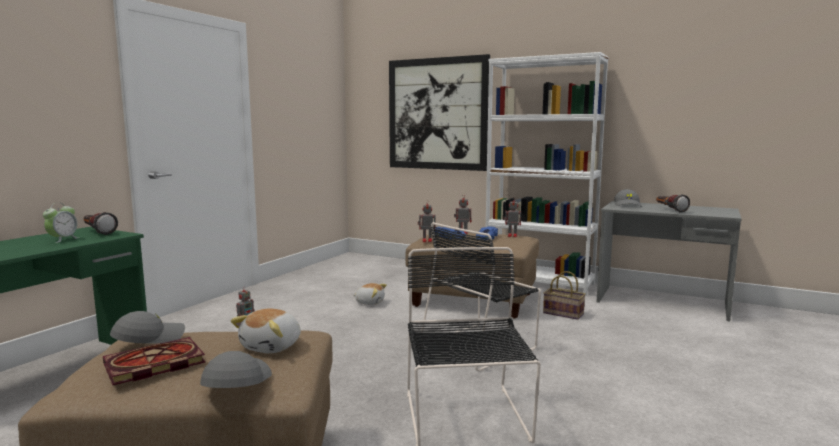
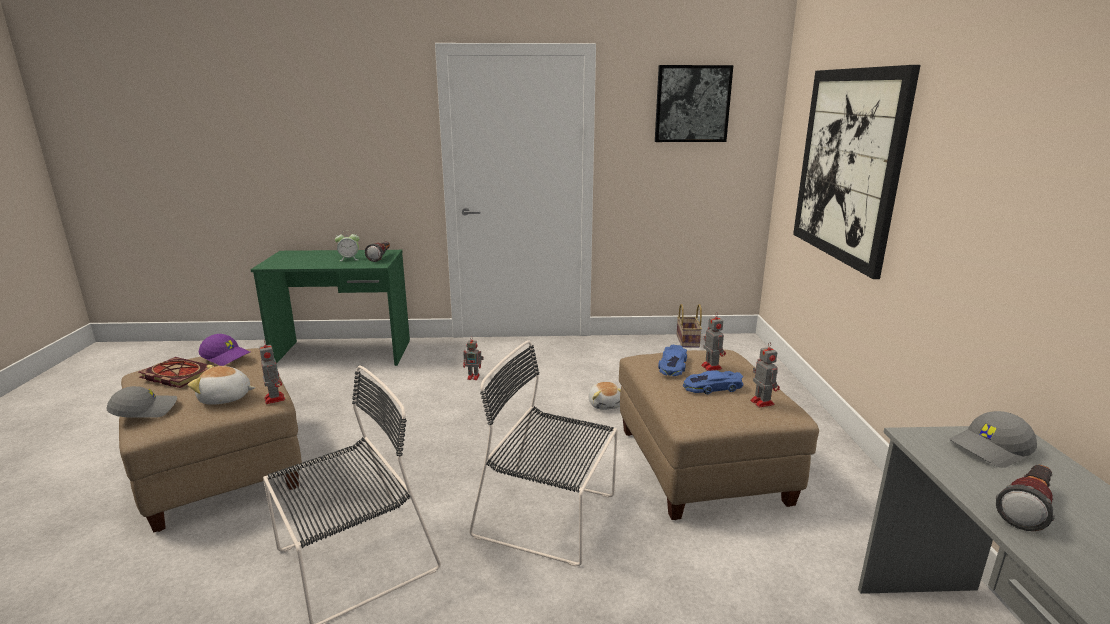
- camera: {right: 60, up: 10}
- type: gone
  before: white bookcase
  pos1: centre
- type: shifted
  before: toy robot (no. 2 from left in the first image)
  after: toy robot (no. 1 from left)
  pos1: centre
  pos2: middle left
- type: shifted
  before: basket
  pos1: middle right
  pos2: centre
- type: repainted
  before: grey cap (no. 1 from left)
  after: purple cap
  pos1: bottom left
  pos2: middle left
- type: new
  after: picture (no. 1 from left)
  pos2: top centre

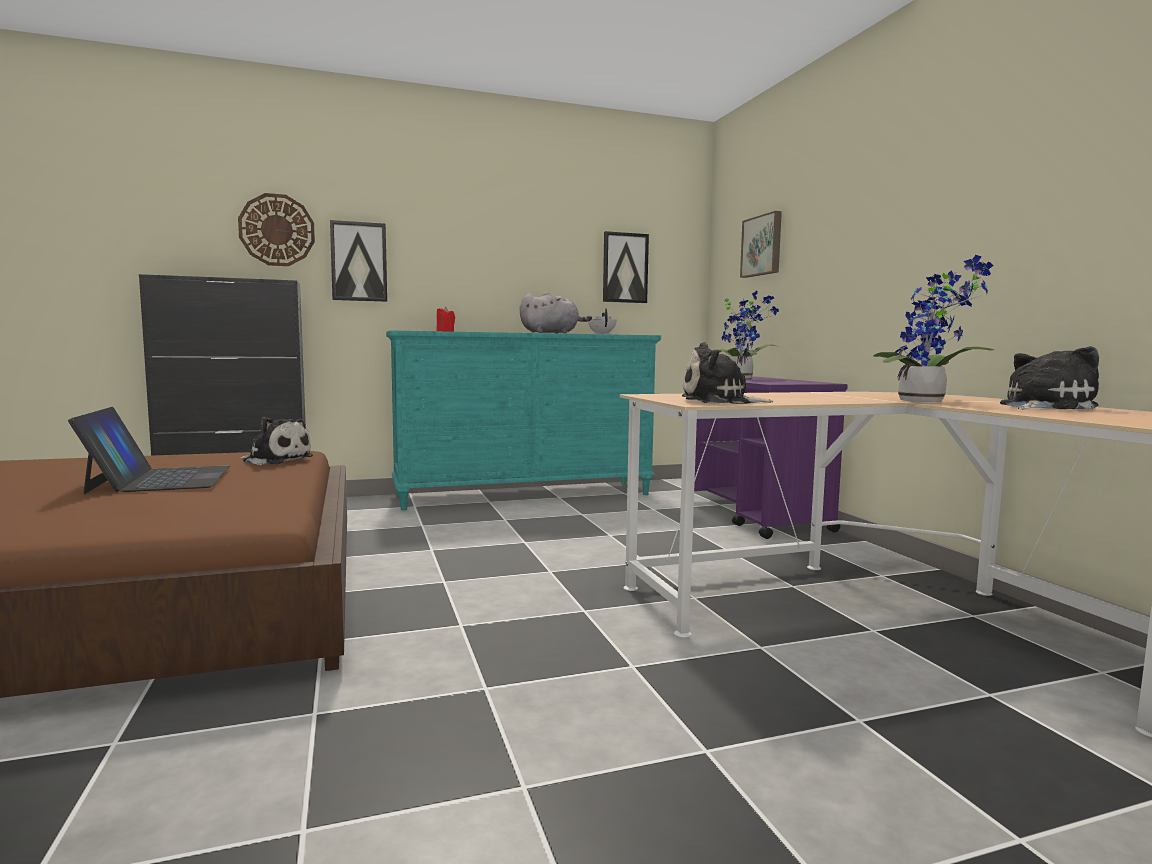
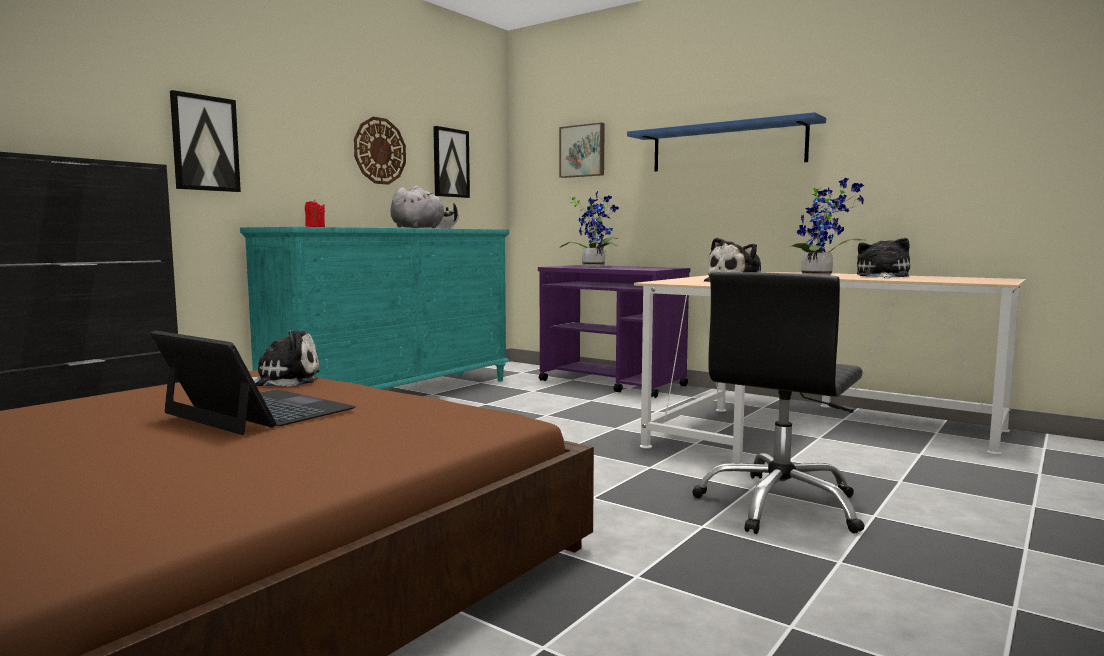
- camera: {right: -35, up: 0}
- type: shifted
  before: wall clock
  pos1: top left
  pos2: top centre
- type: new
  after: blue shelf
  pos2: top centre
- type: new
  after: black office chair
  pos2: middle right

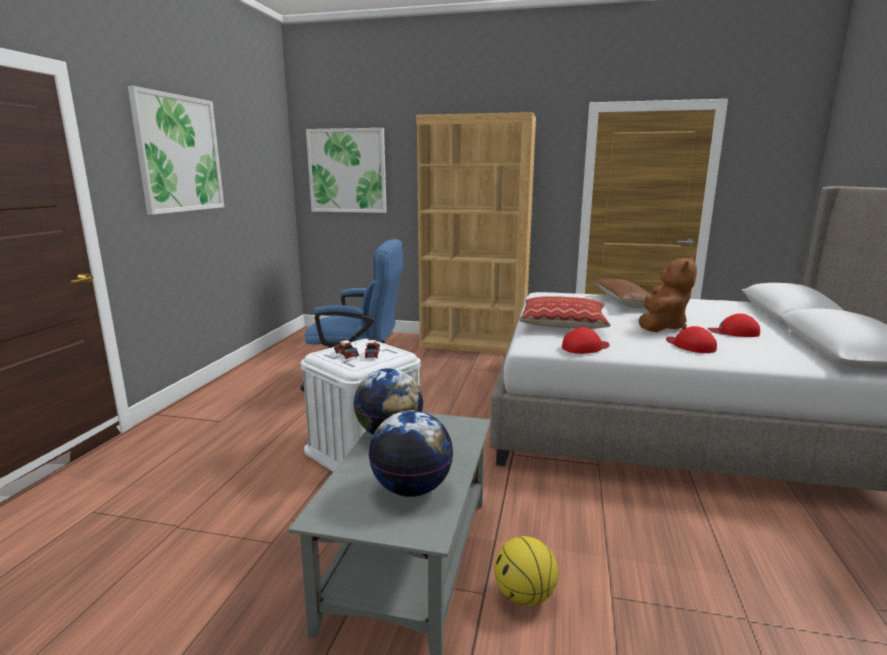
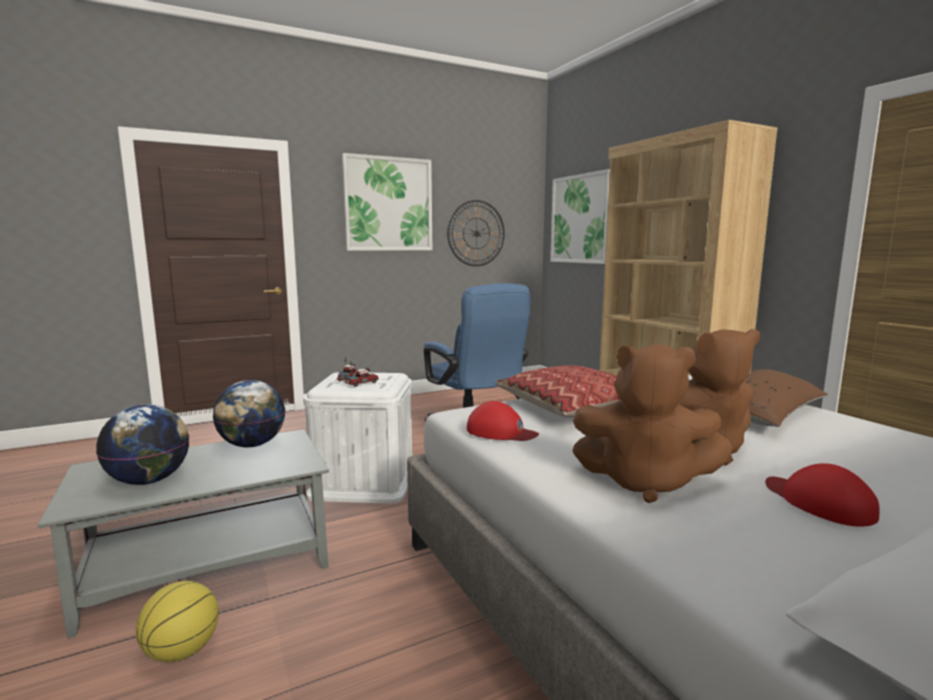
- camera: {right: 50, up: -5}
- type: swapped
  before: red cap (no. 2 from left)
  after: brown plush toy (no. 1 from left)
  pos1: middle right
  pos2: middle right
- type: new
  after: wall clock
  pos2: top centre

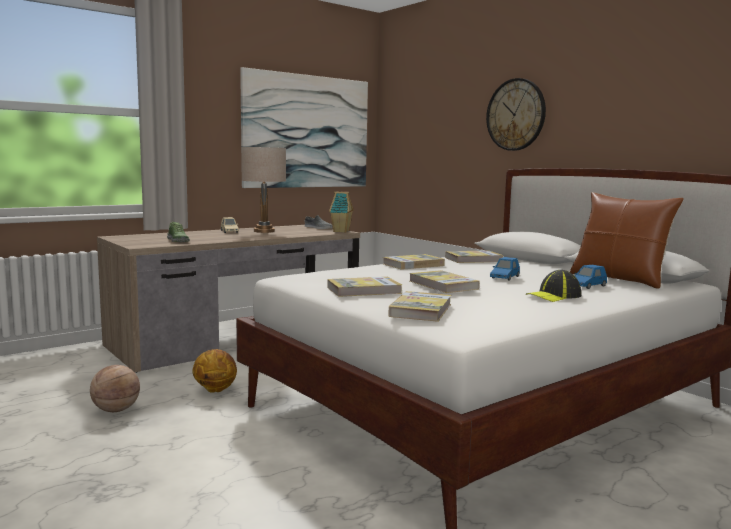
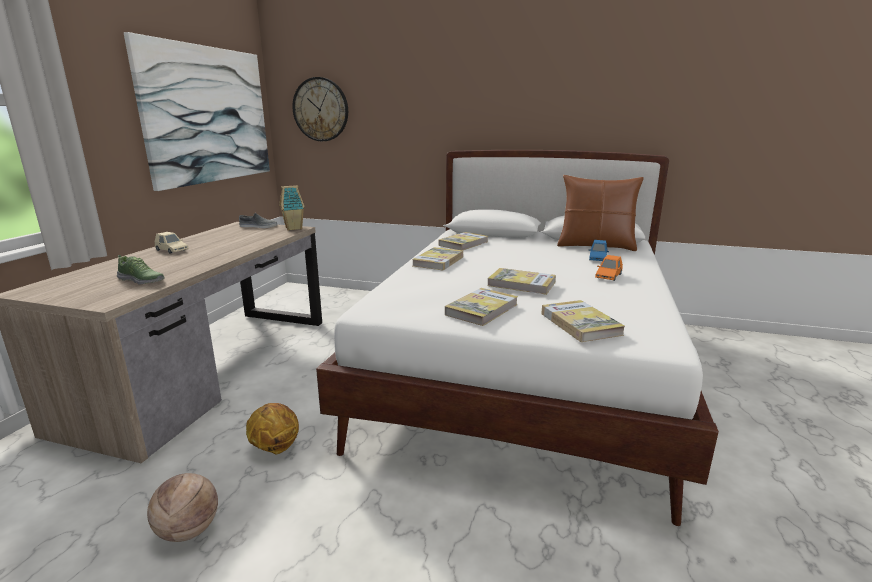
- camera: {right: -35, up: 10}
- type: shifted
  before: wall clock
  pos1: top right
  pos2: top centre
- type: gone
  before: beige table lamp
  pos1: centre
- type: gone
  before: blue toy car (no. 1 from left)
  pos1: middle right
- type: swapped
  before: cap
  after: orange toy car
  pos1: middle right
  pos2: middle right

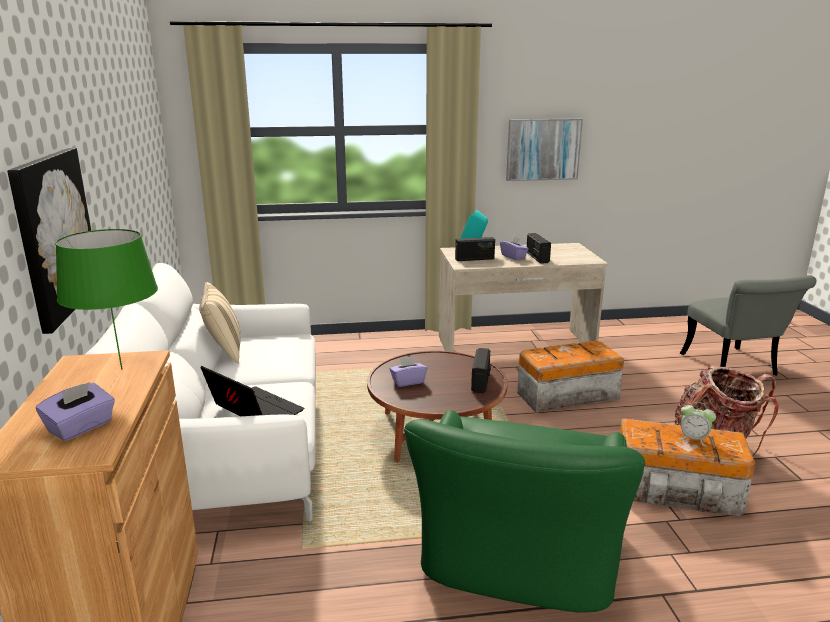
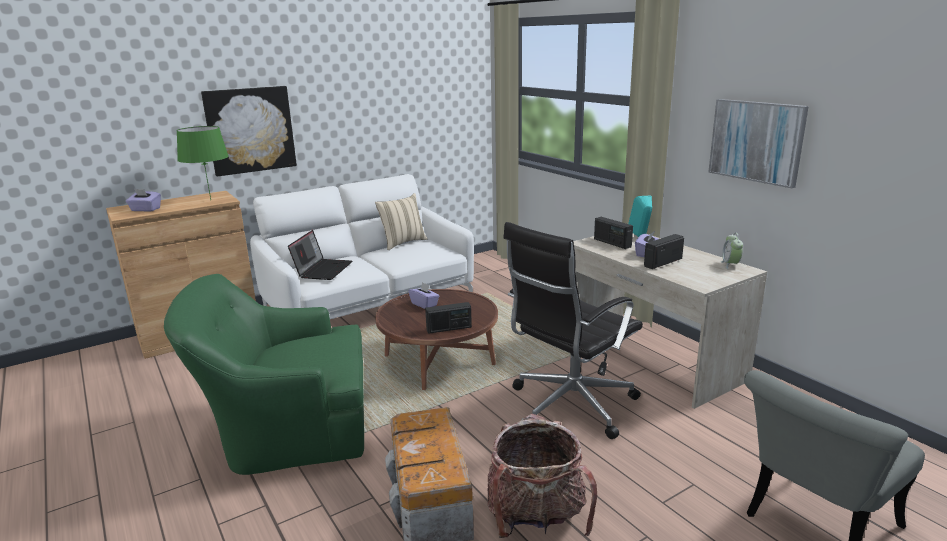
- camera: {right: 65, up: 0}
- type: swapped
  before: storage box (no. 1 from left)
  after: black office chair
  pos1: middle right
  pos2: centre
- type: shifted
  before: alarm clock
  pos1: bottom right
  pos2: middle right

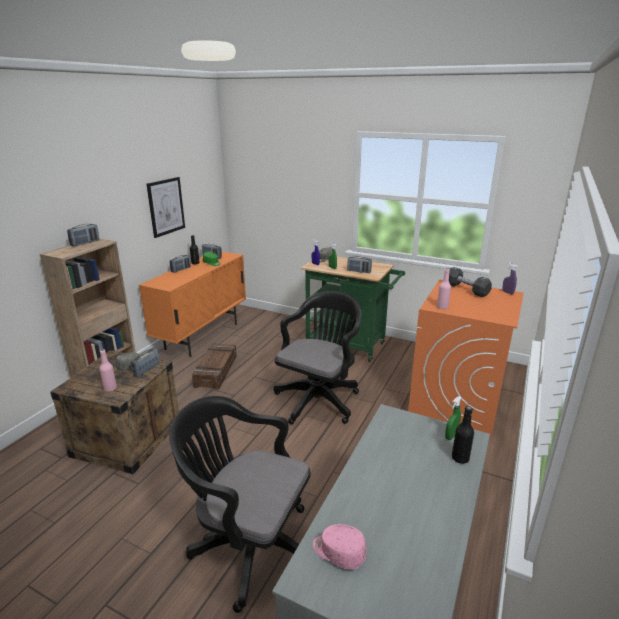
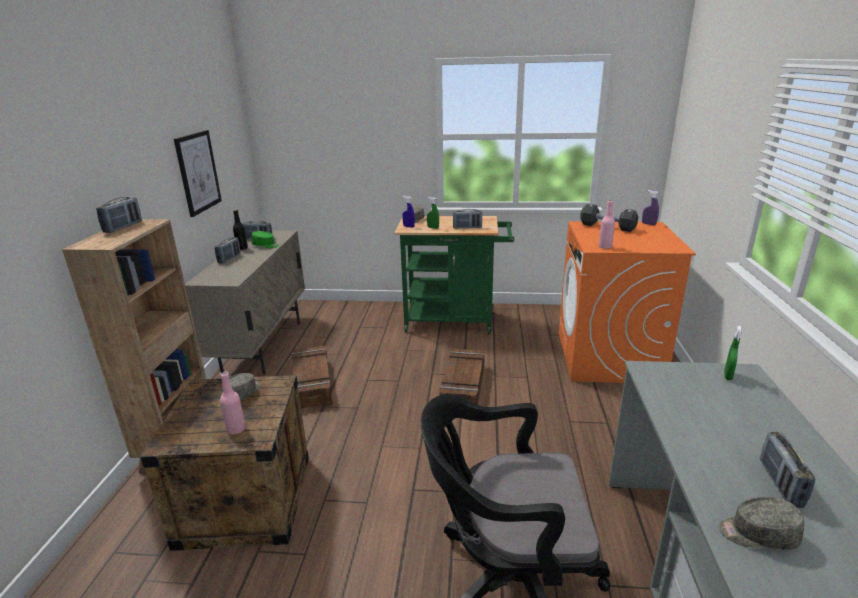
- camera: {right: -20, up: 0}
- type: repainted
  before: orange cabinet
  after: beige cabinet
  pos1: middle left
  pos2: middle left
- type: swapped
  before: black office chair (no. 2 from left)
  after: crate (no. 3 from left)
  pos1: centre
  pos2: centre
- type: shifted
  before: radio (no. 2 from left in the first image)
  after: radio (no. 5 from left)
  pos1: middle left
  pos2: bottom right
- type: gone
  before: black bottle (no. 2 from left)
  pos1: bottom right
- type: repainted
  before: pink cap
  after: grey cap (no. 3 from left)
  pos1: bottom centre
  pos2: bottom right

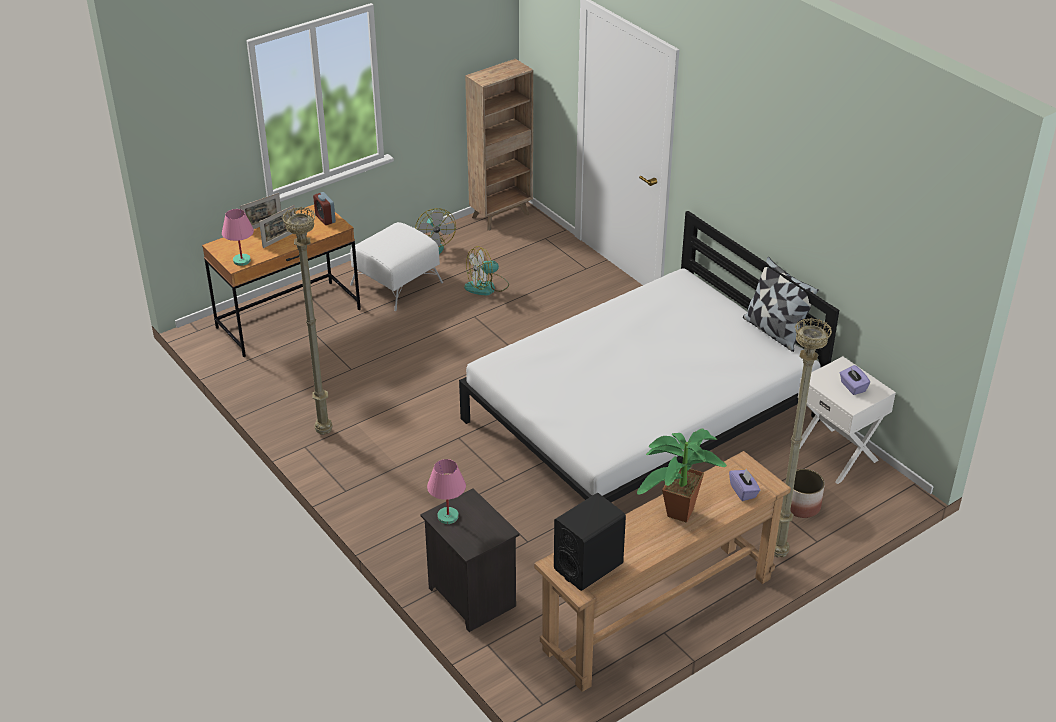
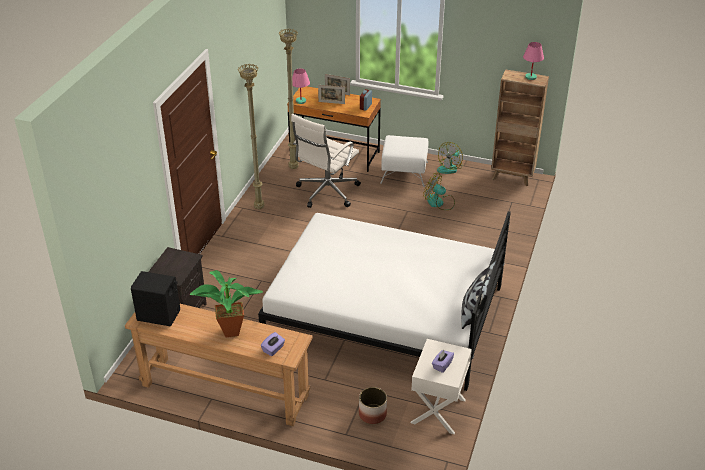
- camera: {right: 55, up: 0}
- type: shifted
  before: beige floor lamp (no. 2 from left)
  pos1: middle right
  pos2: top centre
- type: shifted
  before: pink table lamp (no. 2 from left)
  pos1: bottom centre
  pos2: top right
- type: new
  after: white office chair
  pos2: centre

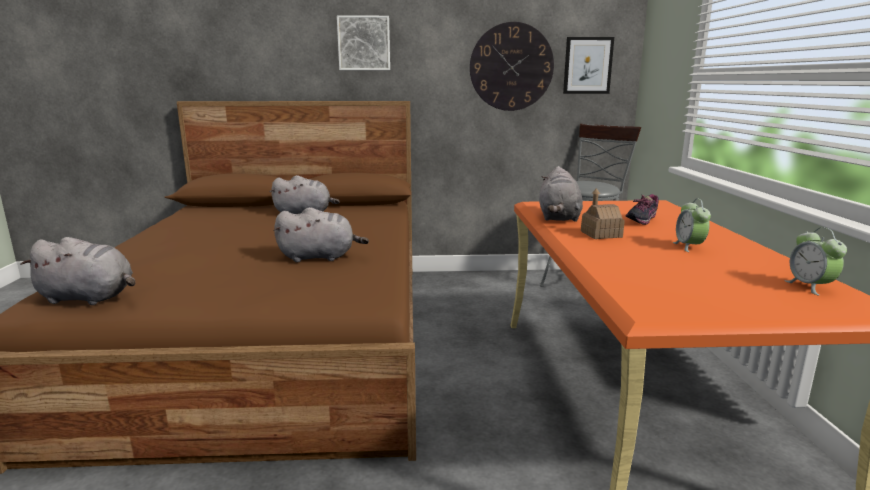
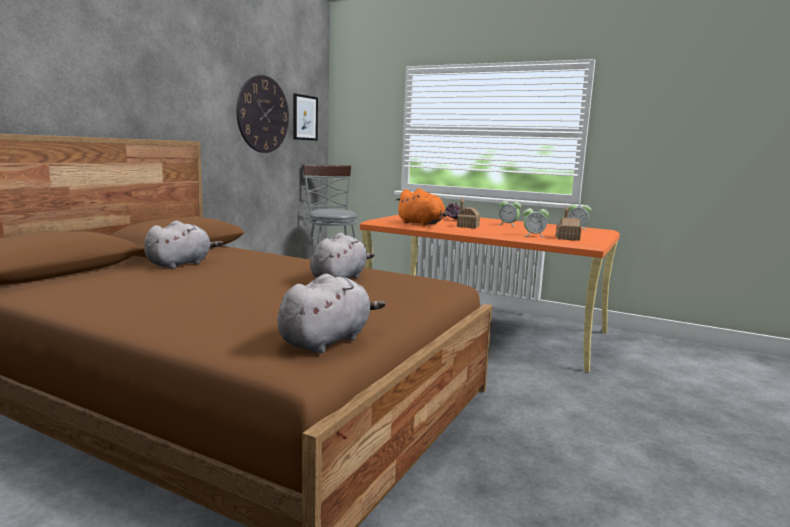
- camera: {right: -60, up: -5}
- type: gone
  before: picture (no. 1 from left)
  pos1: top centre
- type: repainted
  before: grey plush toy (no. 4 from left)
  after: orange plush toy
  pos1: centre
  pos2: centre
- type: new
  after: alarm clock (no. 2 from left)
  pos2: middle right
- type: new
  after: toy house (no. 2 from left)
  pos2: middle right

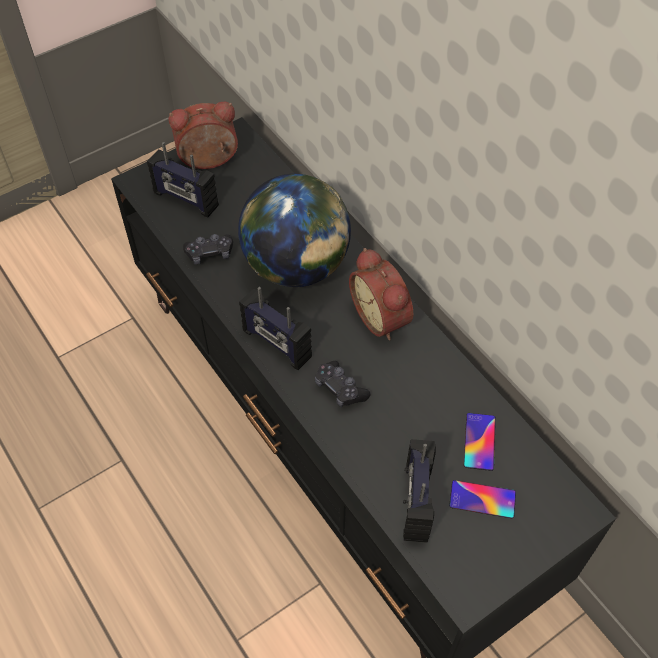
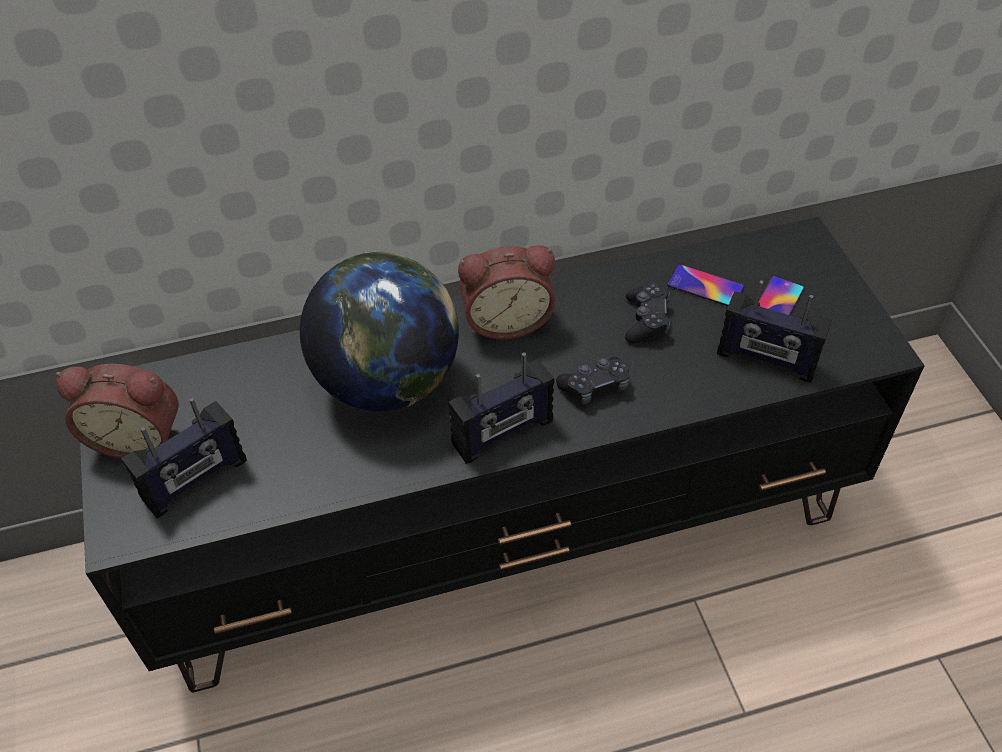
- camera: {right: -70, up: -5}
- type: rotated
  before: alarm clock (no. 1 from left)
  pos1: top left
  pos2: middle left
  turn: -90
- type: shifted
  before: black game controller (no. 1 from left in the first image)
  after: black game controller (no. 2 from left)
  pos1: middle left
  pos2: centre

